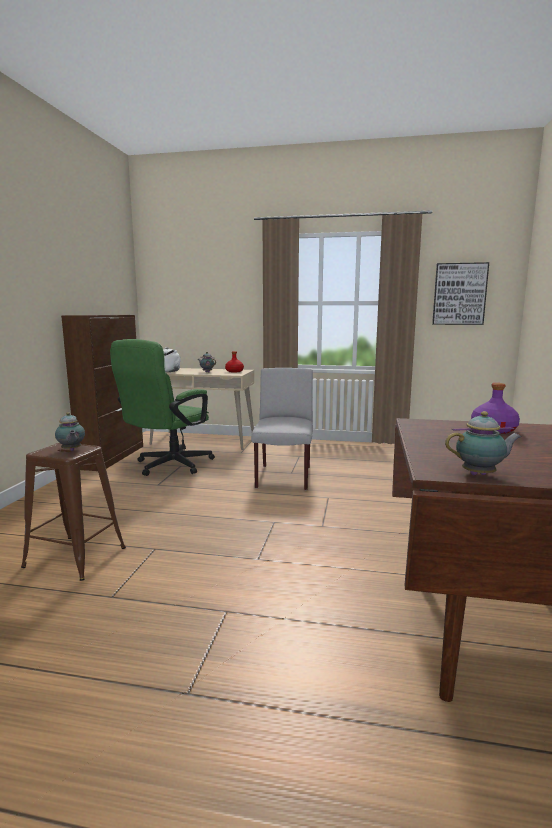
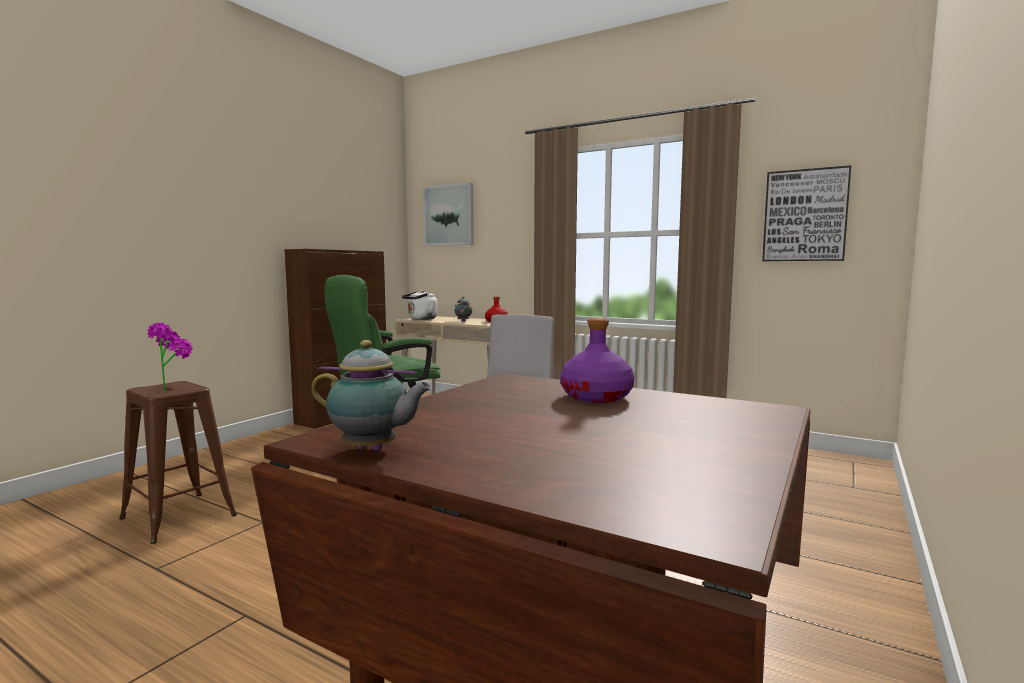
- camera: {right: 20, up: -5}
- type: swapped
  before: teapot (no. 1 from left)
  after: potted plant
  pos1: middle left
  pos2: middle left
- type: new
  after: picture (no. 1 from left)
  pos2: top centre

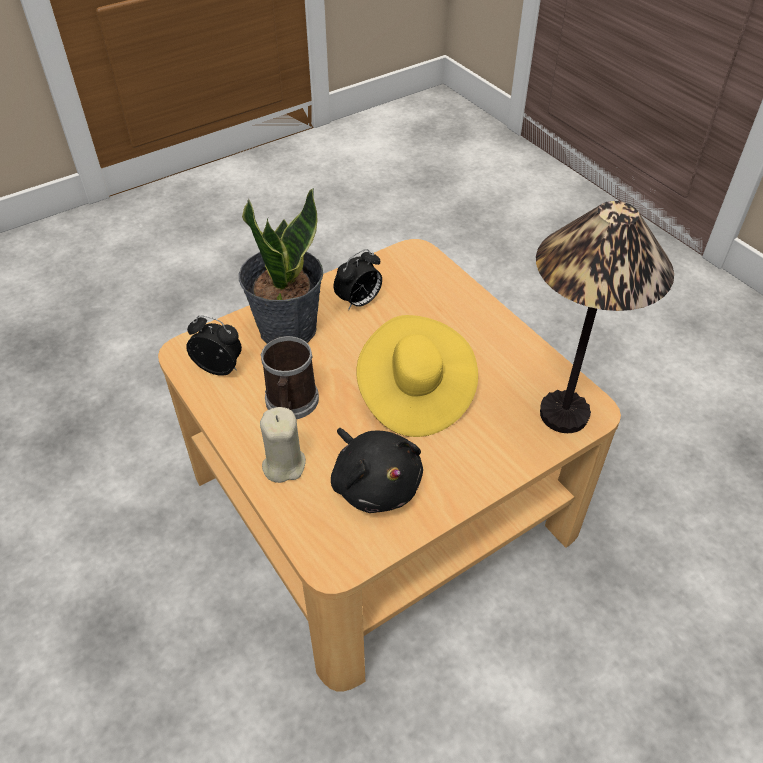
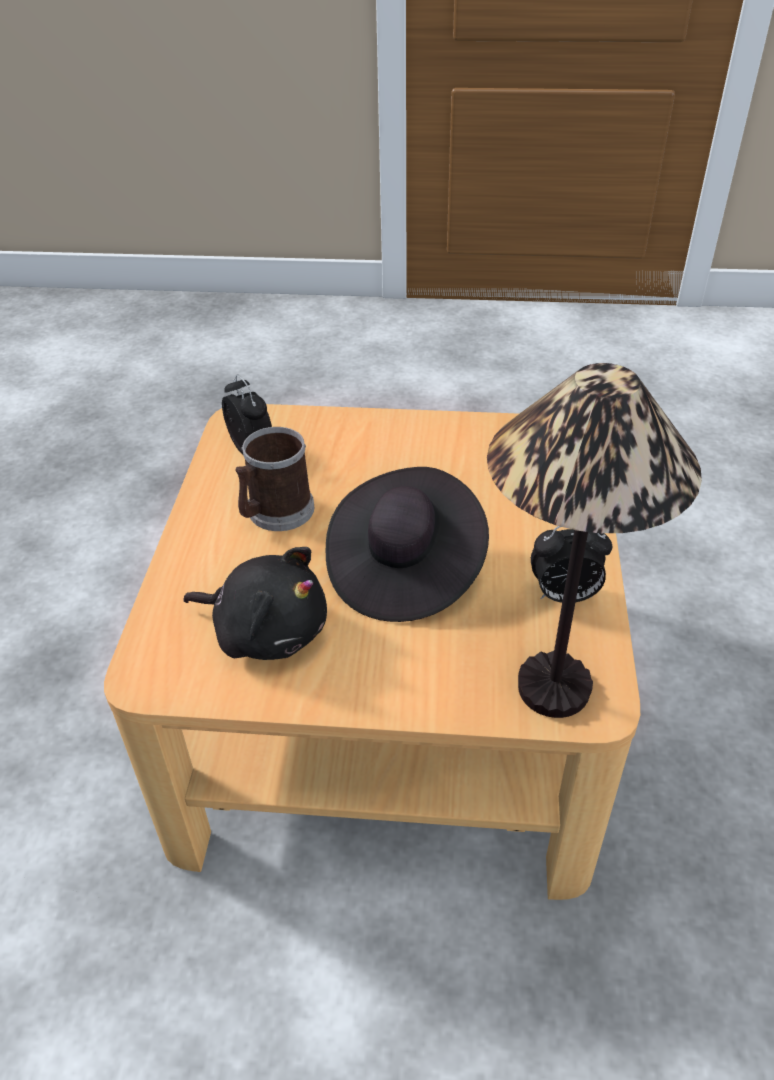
- camera: {right: 40, up: -5}
- type: gone
  before: potted plant
  pos1: centre
- type: shifted
  before: alarm clock (no. 2 from left)
  pos1: centre
  pos2: middle right
- type: repainted
  before: yellow hat
  after: black hat
  pos1: centre
  pos2: centre
- type: gone
  before: beige candle
  pos1: centre
- type: rotated
  before: black plush toy
  pos1: centre
  pos2: middle left
  turn: -75

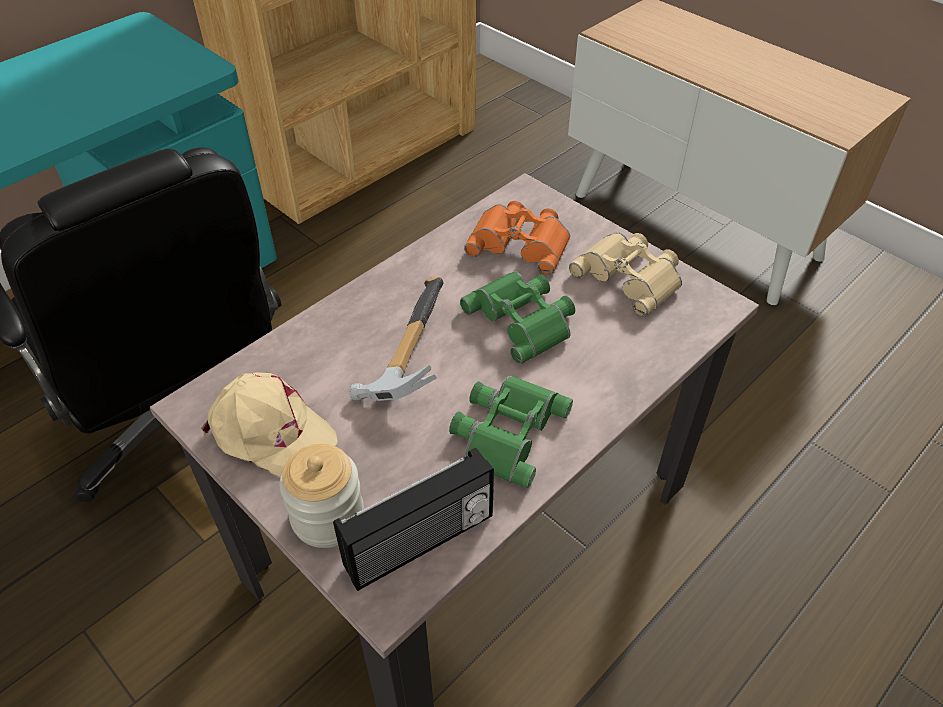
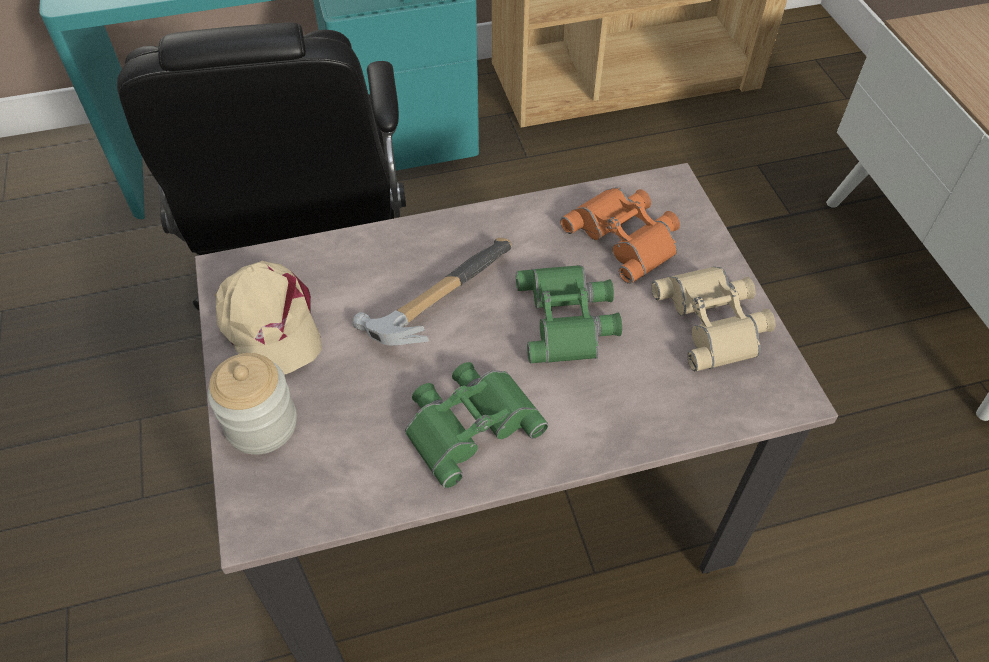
- camera: {right: 30, up: 5}
- type: gone
  before: radio
  pos1: bottom centre

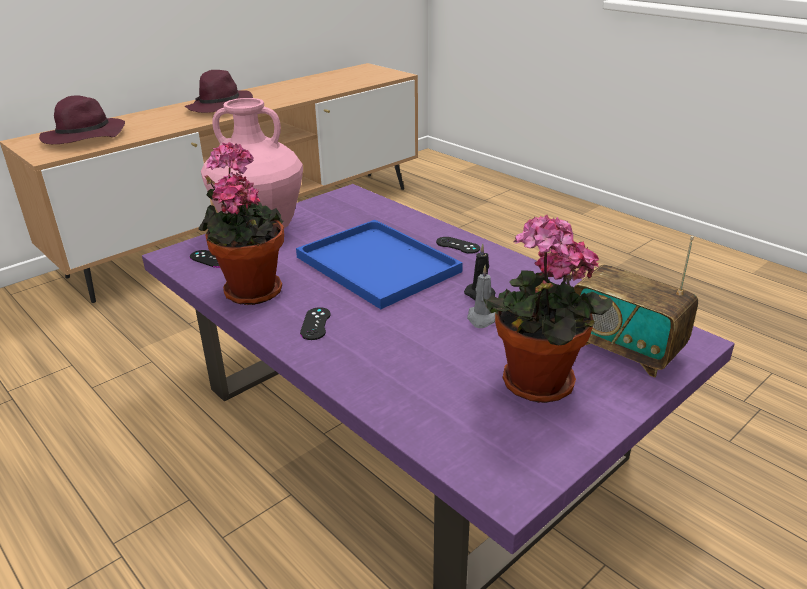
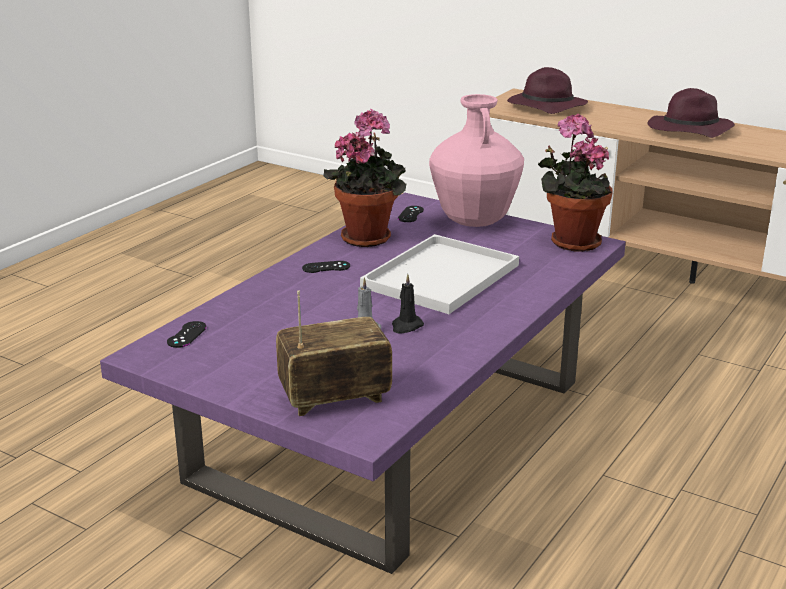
- camera: {right: 75, up: -5}
- type: shifted
  before: potted plant (no. 2 from left)
  pos1: middle right
  pos2: top right
- type: repainted
  before: blue tray
  after: white tray
  pos1: centre
  pos2: centre
- type: rotated
  before: radio
  pos1: middle right
  pos2: centre
  turn: 45
- type: shifted
  before: black game controller (no. 3 from left in the first image)
  after: black game controller (no. 1 from left)
  pos1: centre
  pos2: middle left

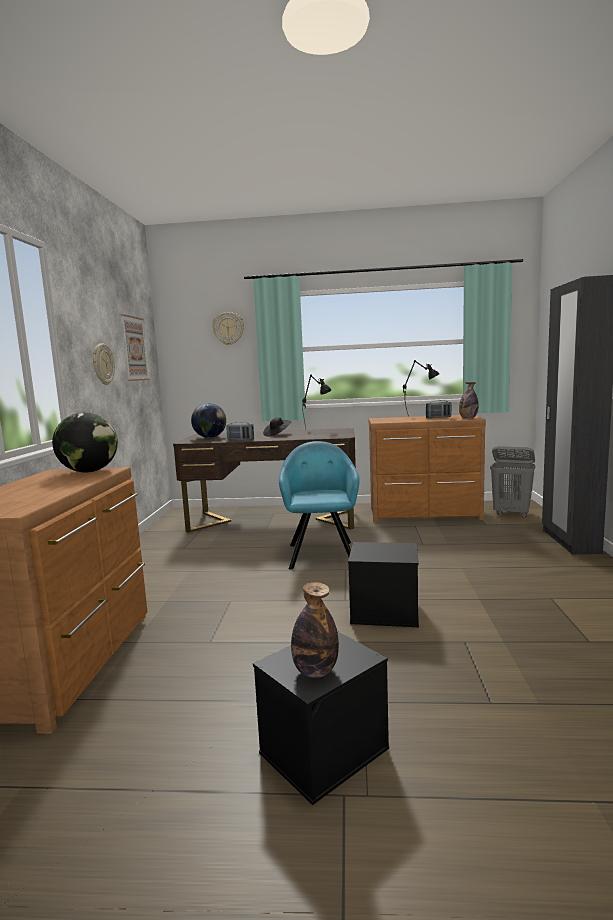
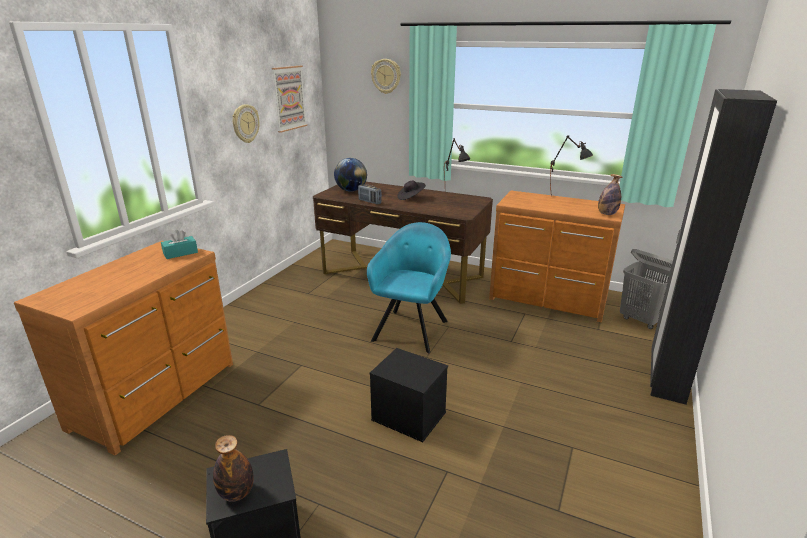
- camera: {right: 20, up: 15}
- type: gone
  before: radio (no. 2 from left)
  pos1: middle right
- type: swapped
  before: globe (no. 1 from left)
  after: turquoise tissue box
  pos1: middle left
  pos2: middle left

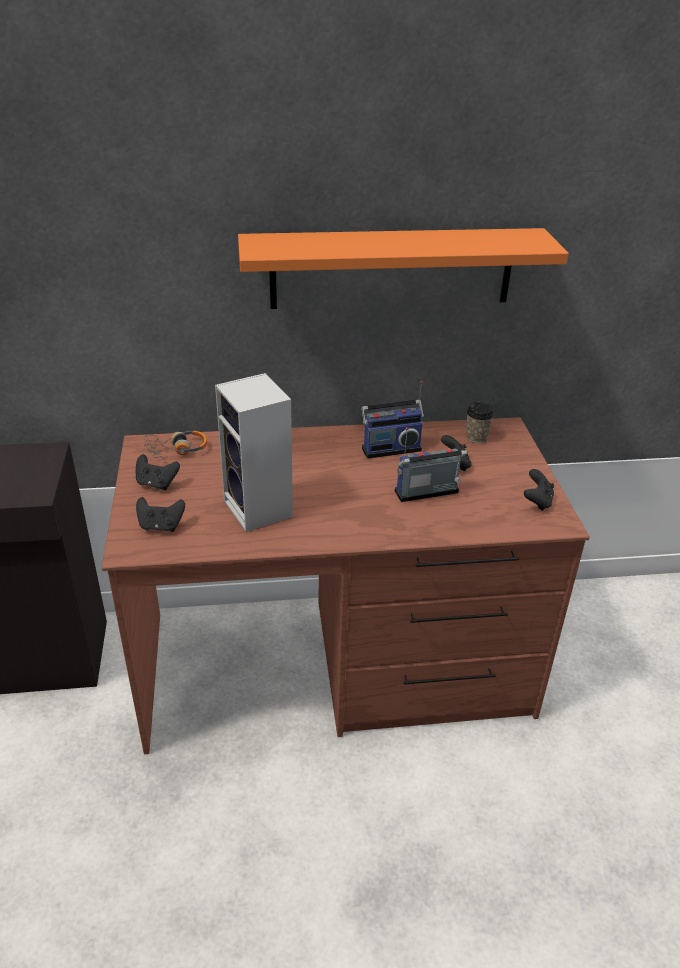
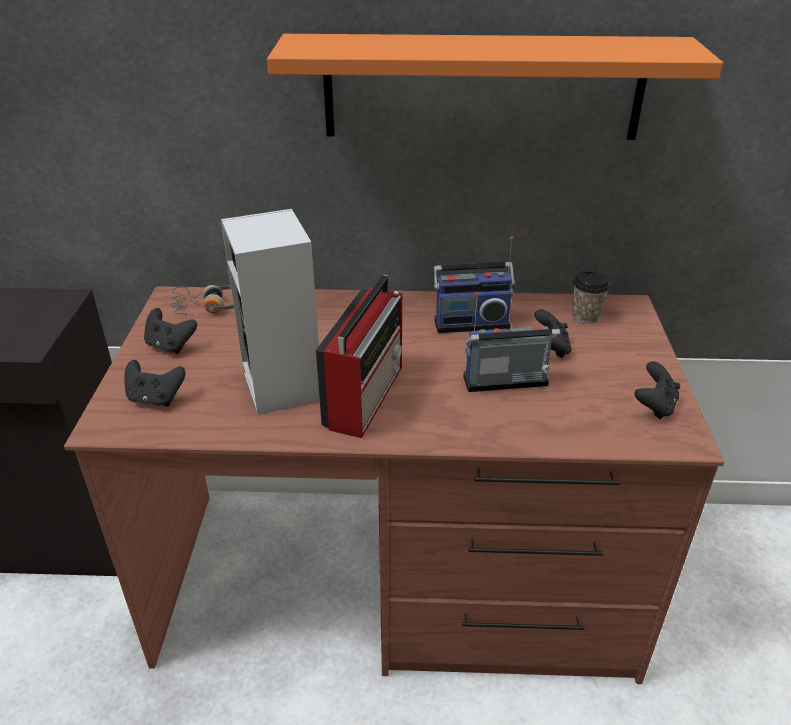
- camera: {right: 10, up: 0}
- type: new
  after: radio (no. 1 from left)
  pos2: centre

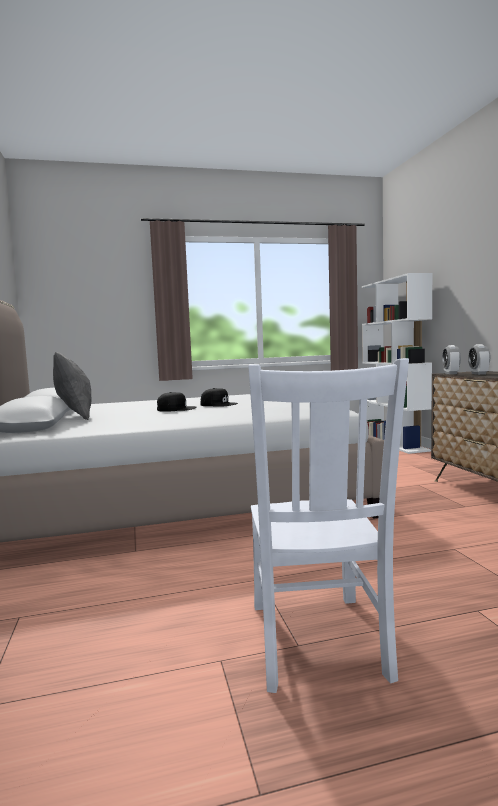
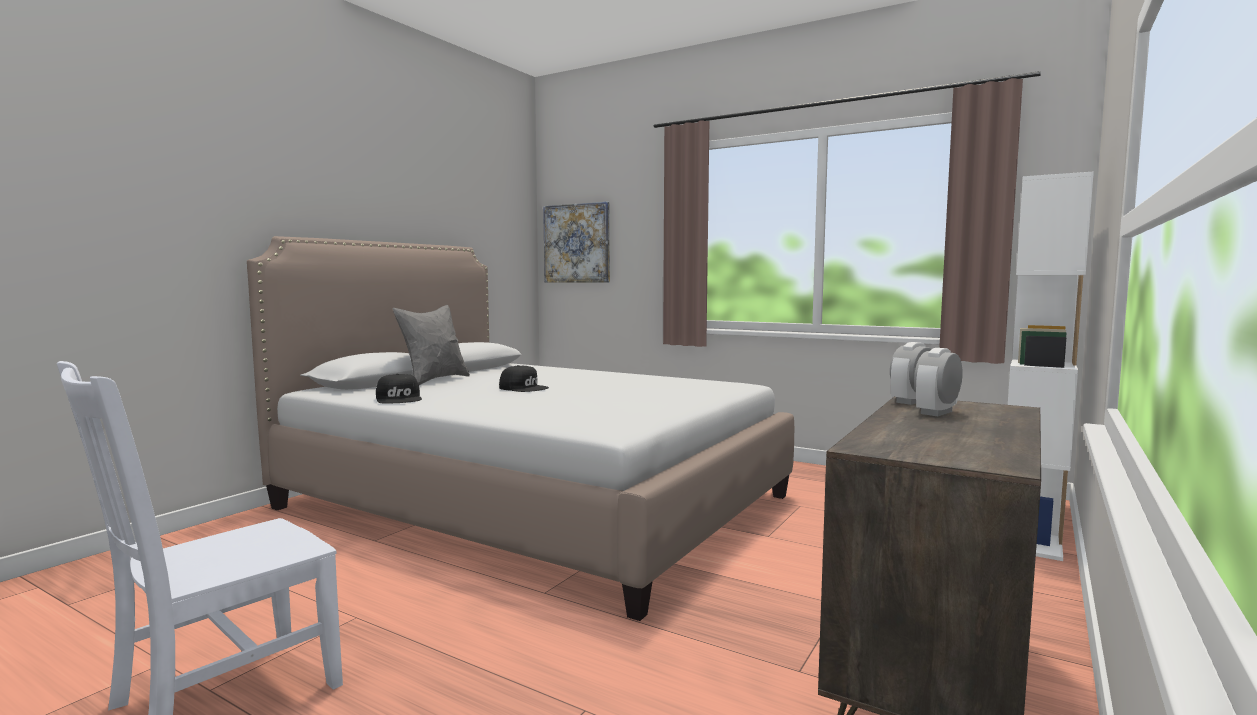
- camera: {right: 45, up: 0}
- type: shifted
  before: black cap (no. 2 from left in the first image)
  after: black cap (no. 1 from left)
  pos1: centre
  pos2: middle left
- type: new
  after: picture
  pos2: centre

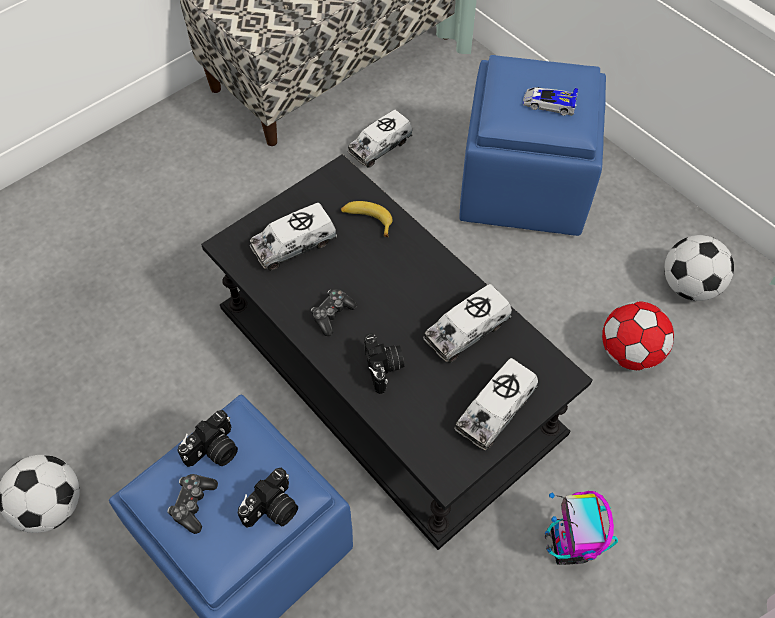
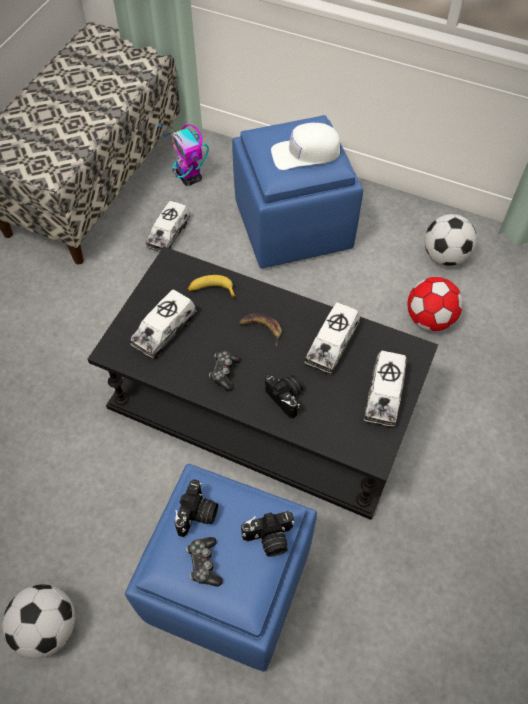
- camera: {right: -25, up: 0}
- type: swapped
  before: toy car
  after: white cap
  pos1: top right
  pos2: top centre
- type: rotated
  before: photo camera (no. 2 from left)
  pos1: bottom centre
  pos2: bottom centre
  turn: 60
- type: shifted
  before: toy robot
  pos1: bottom right
  pos2: top centre
- type: new
  after: banana (no. 2 from left)
  pos2: centre

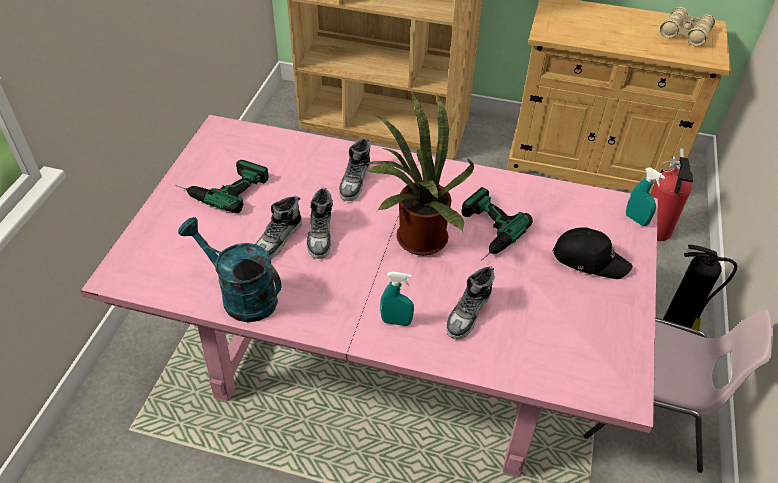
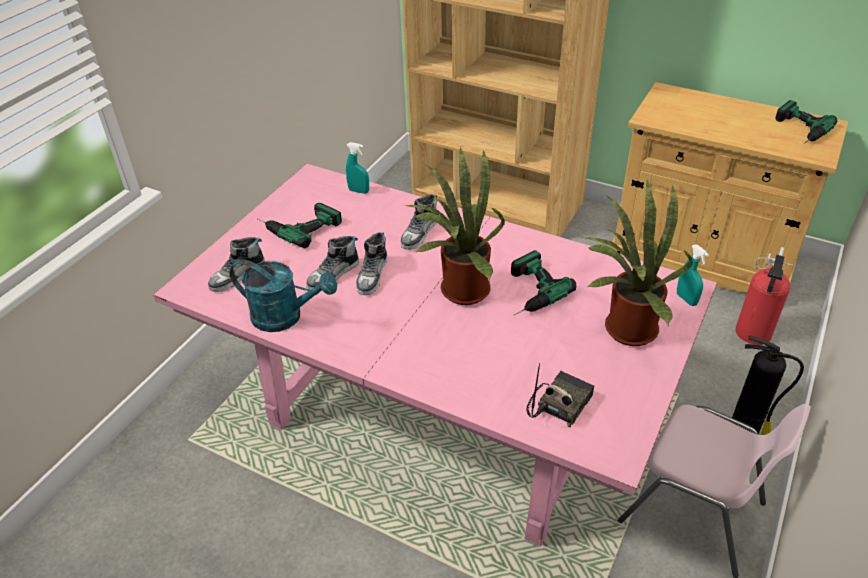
- camera: {right: 15, up: -5}
- type: swapped
  before: beige binoculars
  after: power drill (no. 3 from left)
  pos1: top right
  pos2: top right
- type: rotated
  before: turquoise watering can
  pos1: middle left
  pos2: middle left
  turn: 150
- type: swapped
  before: black cap
  after: potted plant (no. 2 from left)
  pos1: middle right
  pos2: middle right
- type: shifted
  before: shoe (no. 4 from left in the first image)
  after: shoe (no. 1 from left)
  pos1: centre
  pos2: middle left
- type: shifted
  before: turquoise spray bottle (no. 1 from left)
  pos1: centre
  pos2: top centre
- type: new
  after: radio
  pos2: bottom centre

